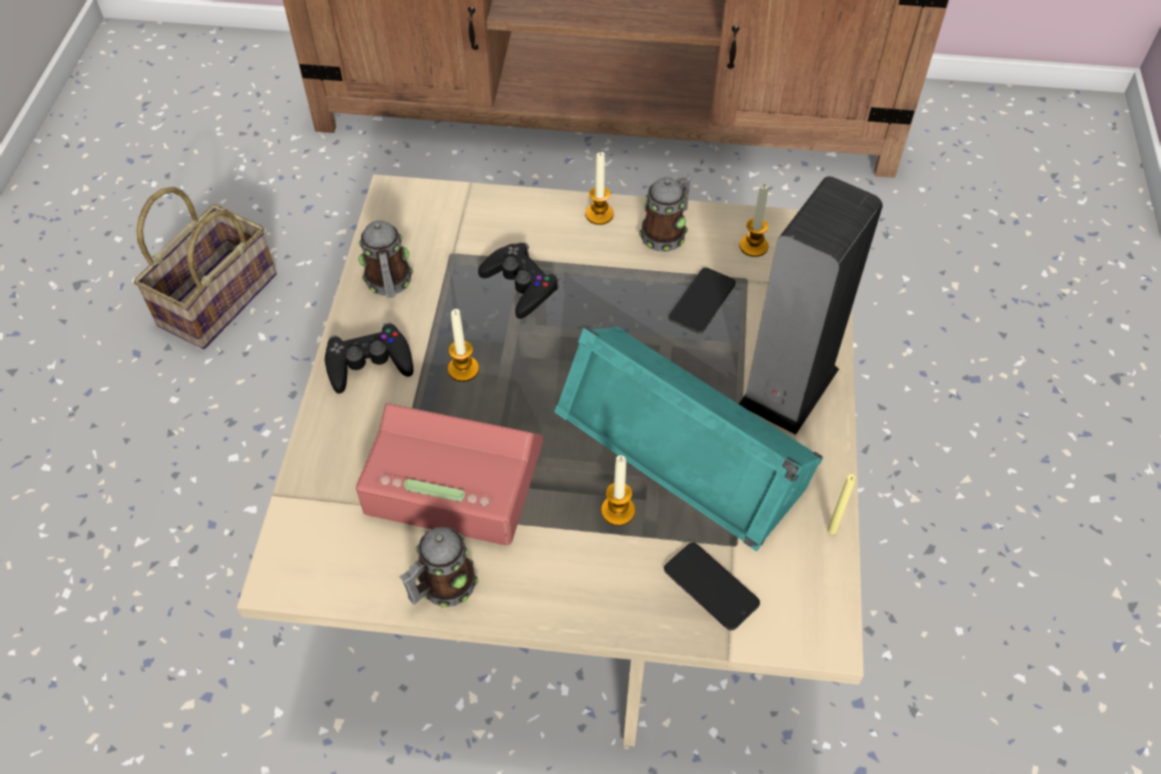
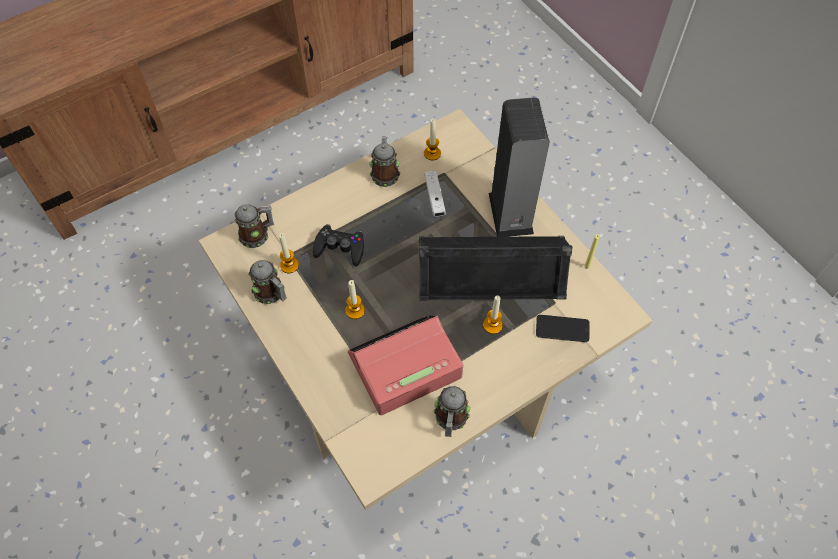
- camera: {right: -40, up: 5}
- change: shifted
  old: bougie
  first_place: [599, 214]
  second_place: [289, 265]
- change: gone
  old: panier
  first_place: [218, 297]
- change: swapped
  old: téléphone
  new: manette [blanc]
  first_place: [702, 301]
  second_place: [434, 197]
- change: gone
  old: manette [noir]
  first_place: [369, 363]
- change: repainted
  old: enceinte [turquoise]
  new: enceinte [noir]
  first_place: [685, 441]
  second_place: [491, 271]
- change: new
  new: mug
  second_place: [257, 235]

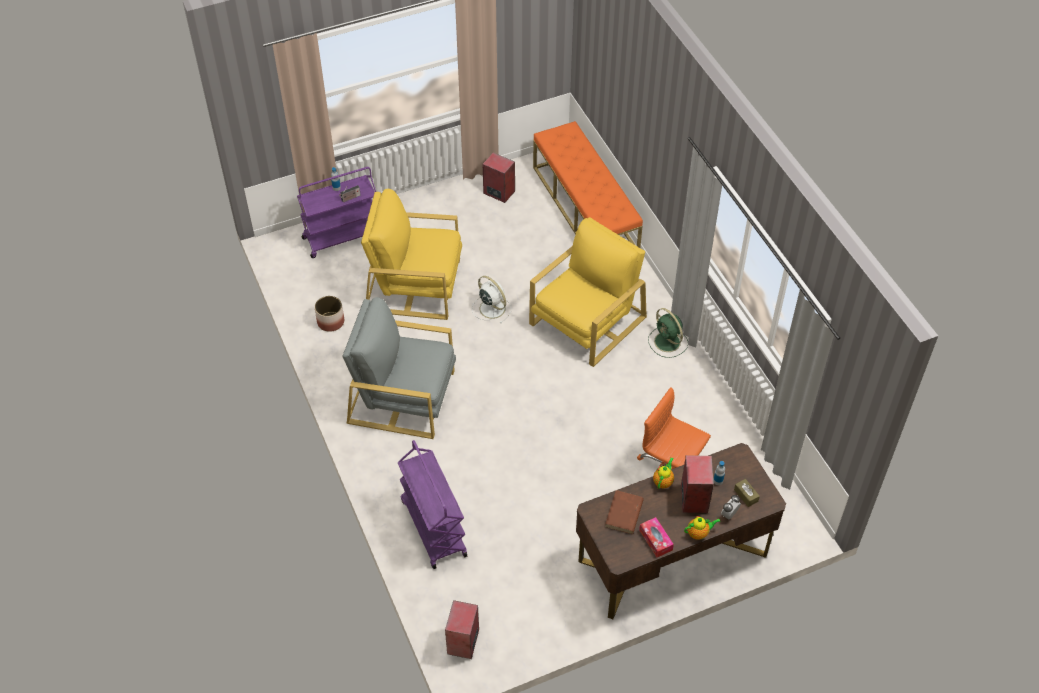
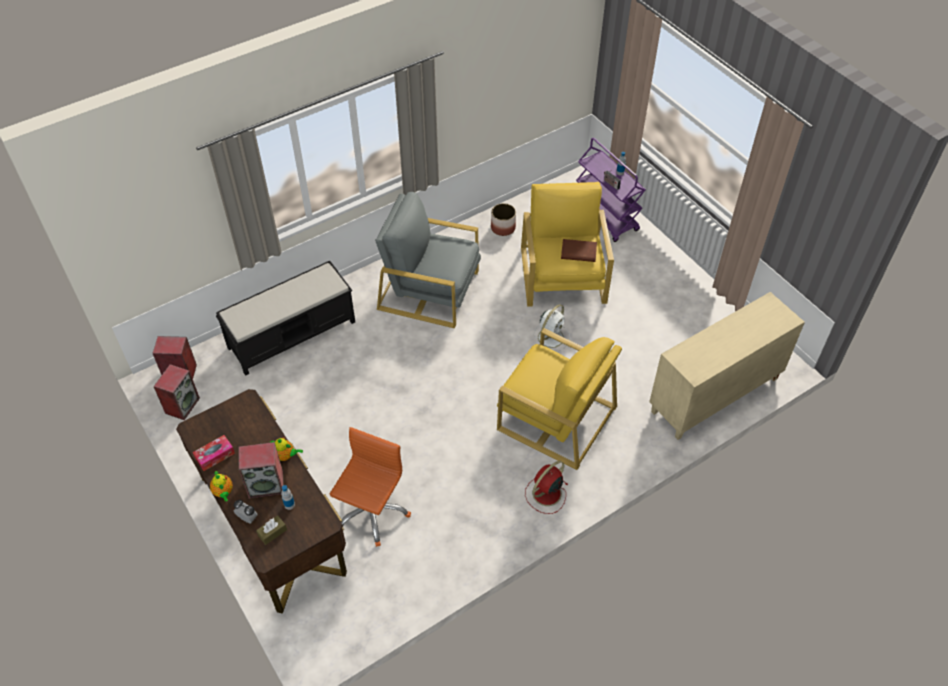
- camera: {right: 80, up: 0}
- change: swapped
  old: banc [orange]
  new: meuble de rangement [beige]
  first_place: [585, 209]
  second_place: [714, 396]
- change: shifted
  old: enceinte
  first_place: [498, 192]
  second_place: [182, 405]
- change: rotated
  old: fauteuil [gris]
  first_place: [403, 397]
  second_place: [429, 290]
  degrees: -75
- change: repainted
  old: ventilateur [vert]
  new: ventilateur [rouge]
  first_place: [668, 342]
  second_place: [545, 494]
- change: swapped
  old: chariot [violet]
  new: banc [noir]
  first_place: [433, 527]
  second_place: [293, 334]
- change: shifted
  old: livre [marron]
  first_place: [624, 514]
  second_place: [578, 252]

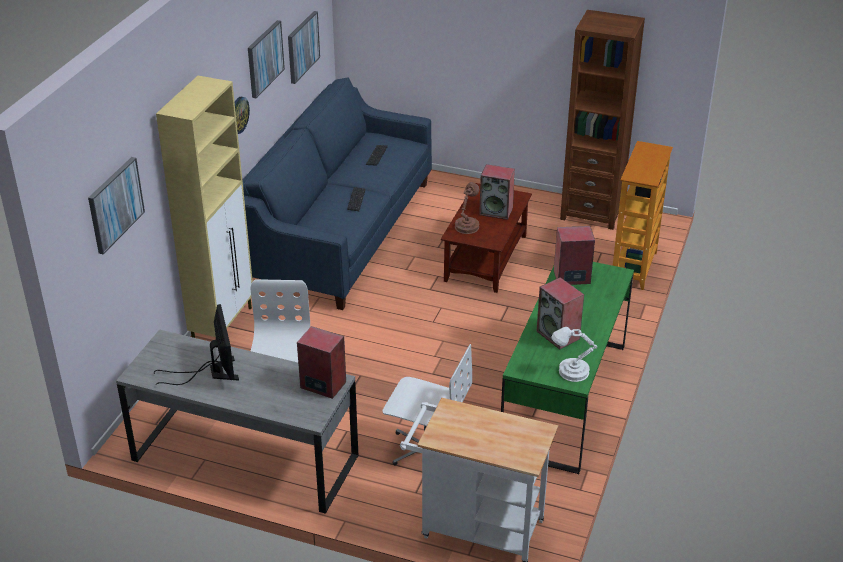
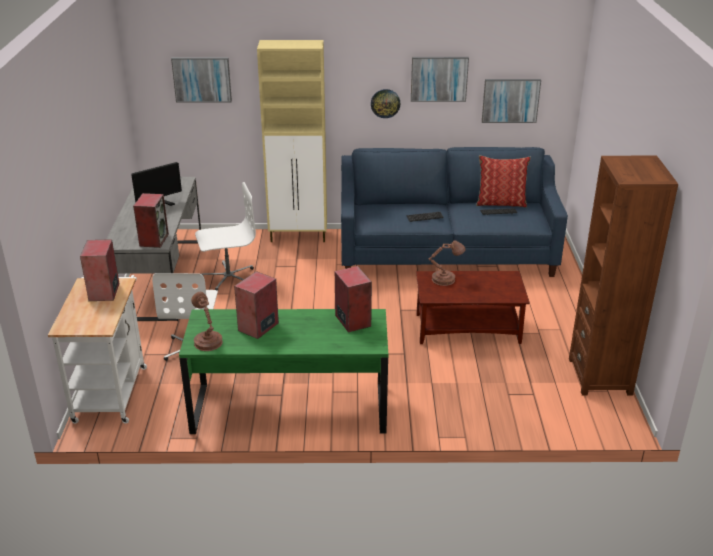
- camera: {right: 70, up: -5}
- change: gone
  old: bibliothèque
  first_place: [634, 268]
- change: shifted
  old: enceinte
  first_place: [496, 211]
  second_place: [104, 292]
- change: repainted
  old: lampe de table [blanc]
  new: lampe de table [marron]
  first_place: [571, 372]
  second_place: [207, 341]
- change: new
  new: coussin
  second_place: [501, 203]

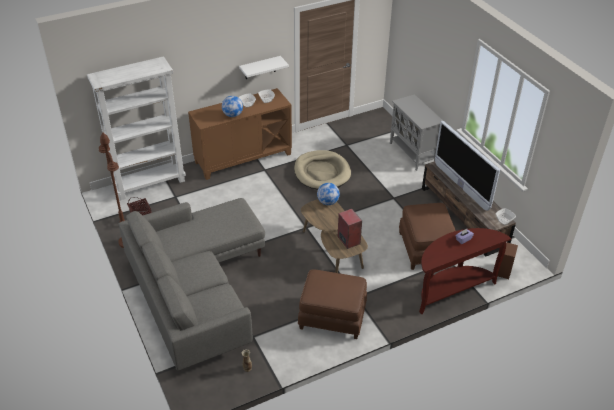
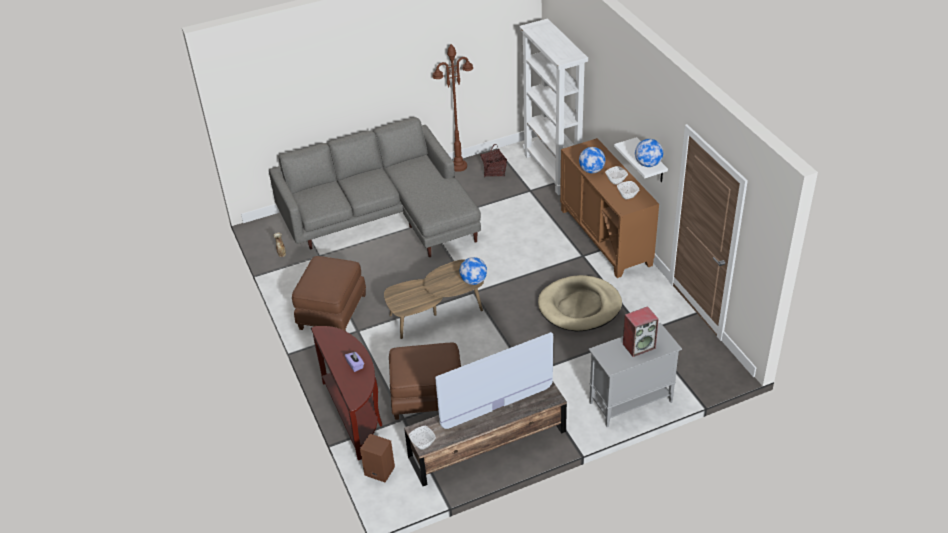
- camera: {right: 95, up: 0}
- change: shifted
  old: enceinte
  first_place: [348, 240]
  second_place: [639, 346]
- change: new
  new: globe
  second_place: [648, 164]

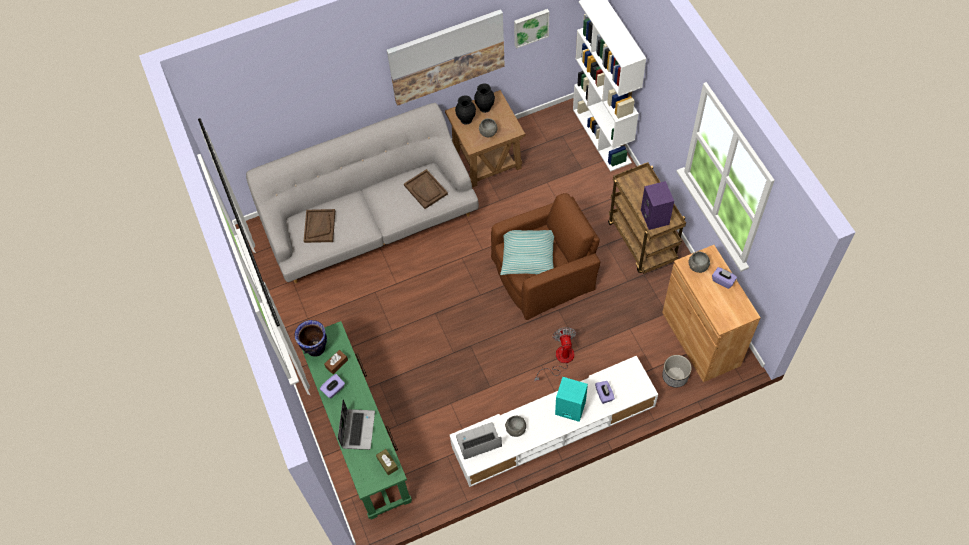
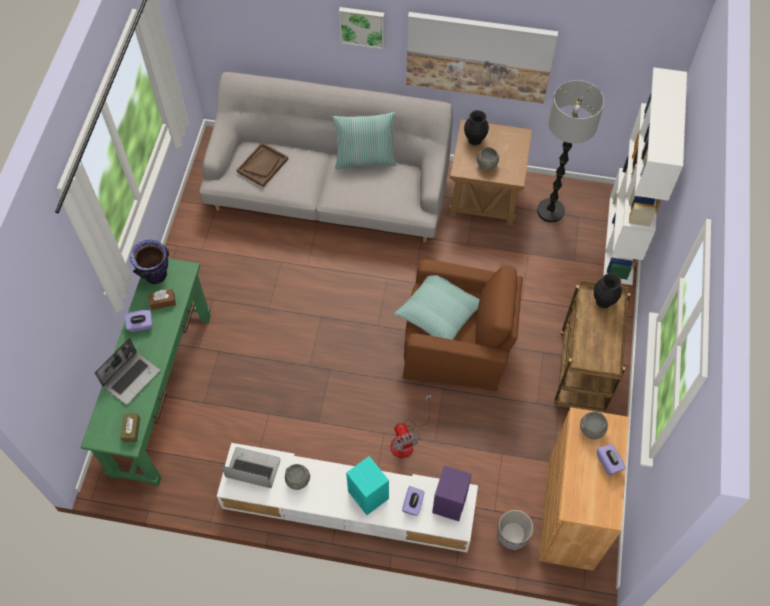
- camera: {right: 30, up: 0}
- change: shifted
  old: tableau
  first_place: [530, 27]
  second_place: [362, 26]
- change: shifted
  old: vase [noir]
  first_place: [485, 107]
  second_place: [604, 301]
- change: gone
  old: plateau [marron]
  first_place: [426, 190]
- change: shifted
  old: enceinte [violet]
  first_place: [655, 217]
  second_place: [450, 503]
- change: rotated
  old: ventilateur
  first_place: [559, 359]
  second_place: [406, 440]
  degrees: 135
- change: new
  new: lampadaire
  second_place: [550, 211]
- change: new
  new: coussin
  second_place: [365, 159]

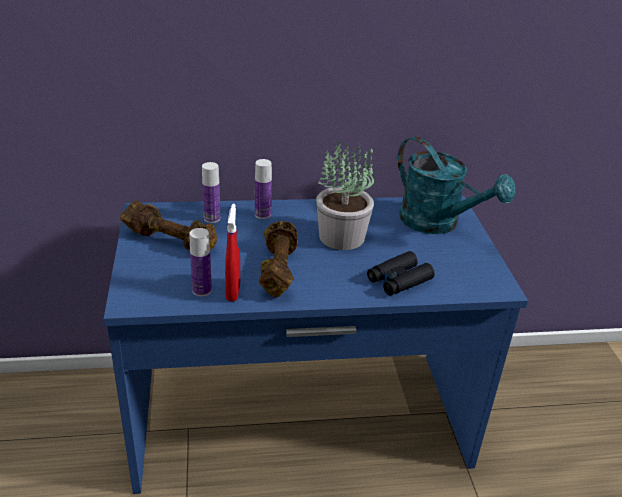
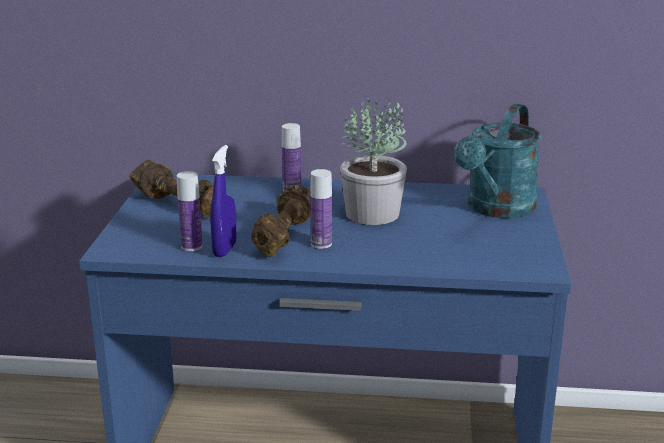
- camera: {right: 15, up: -10}
- change: rotated
  old: arrosoir [turquoise]
  first_place: [438, 223]
  second_place: [496, 209]
  degrees: 60
- change: shifted
  old: bouteille
  first_place: [212, 218]
  second_place: [321, 244]
- change: repainted
  old: vaporisateur [rouge]
  new: vaporisateur [bleu]
  first_place: [233, 291]
  second_place: [225, 249]
- change: gone
  old: jumelles [noir]
  first_place: [399, 280]

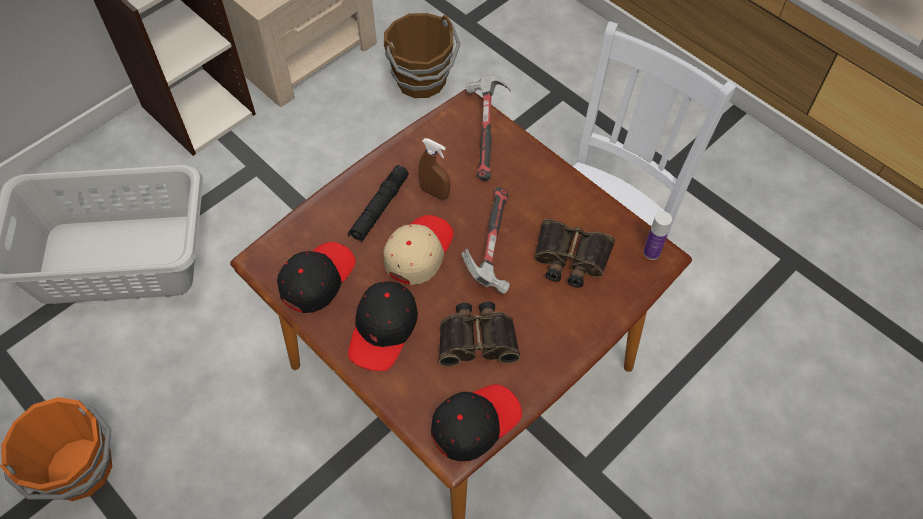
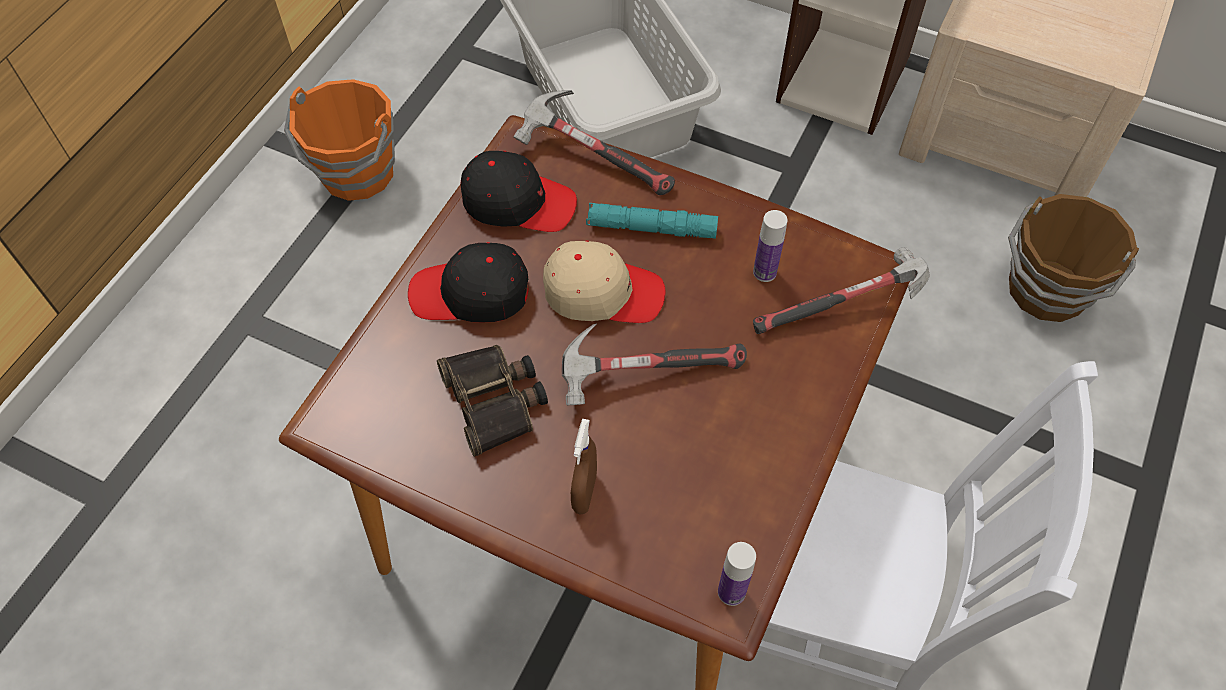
- camera: {right: 70, up: 0}
- change: shifted
  old: vaporisateur [marron]
  first_place: [435, 192]
  second_place: [584, 493]
- change: repainted
  old: lampe de poche [noir]
  new: lampe de poche [turquoise]
  first_place: [379, 208]
  second_place: [651, 228]
- change: gone
  old: jumelles
  first_place: [570, 259]
- change: gone
  old: casquette [noir]
  first_place: [475, 423]
- change: new
  new: marteau
  second_place: [593, 159]
- change: new
  new: bouteille
  second_place: [764, 272]

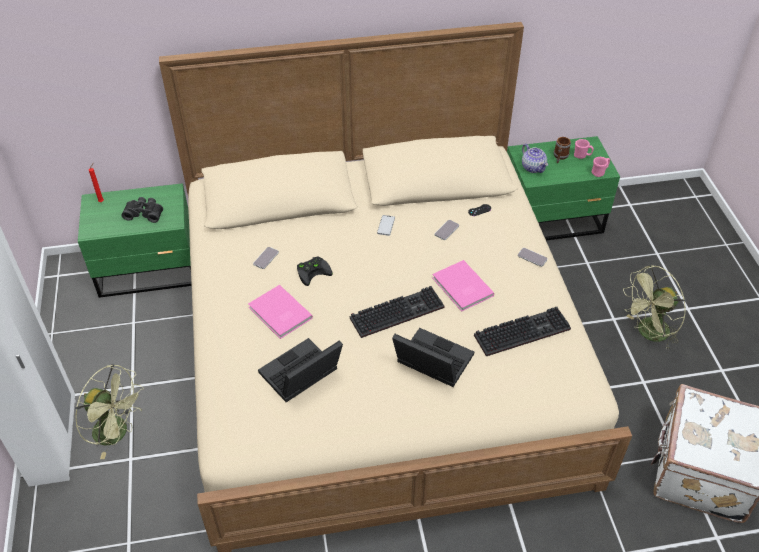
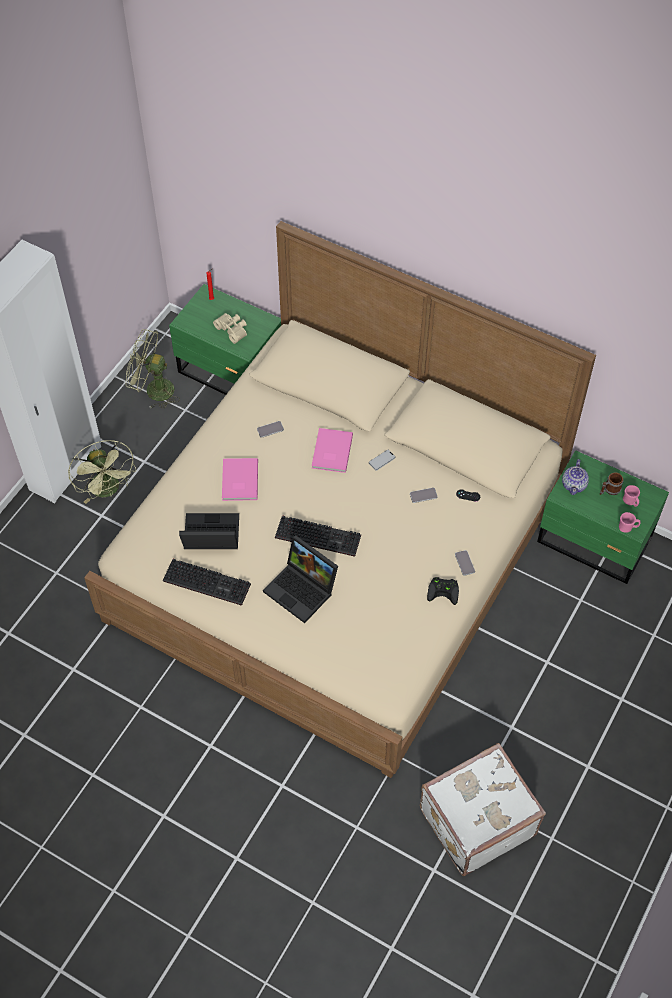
- camera: {right: 40, up: 10}
- change: repainted
  old: jumelles [noir]
  new: jumelles [beige]
  first_place: [144, 213]
  second_place: [233, 329]
- change: shifted
  old: manette [noir]
  first_place: [313, 271]
  second_place: [444, 591]
- change: shifted
  old: livre [rose]
  first_place: [461, 288]
  second_place: [330, 452]
- change: shifted
  old: ventilateur [vert]
  first_place: [648, 333]
  second_place: [153, 390]
- change: shifted
  old: clavier
  first_place: [522, 331]
  second_place: [208, 582]
- change: rotated
  old: ordinateur portable
  first_place: [430, 362]
  second_place: [303, 590]
  degrees: 150

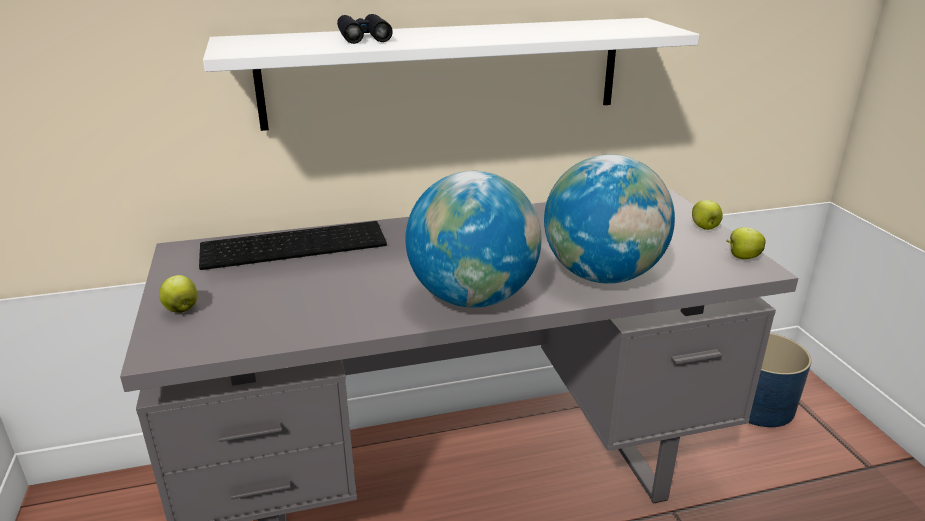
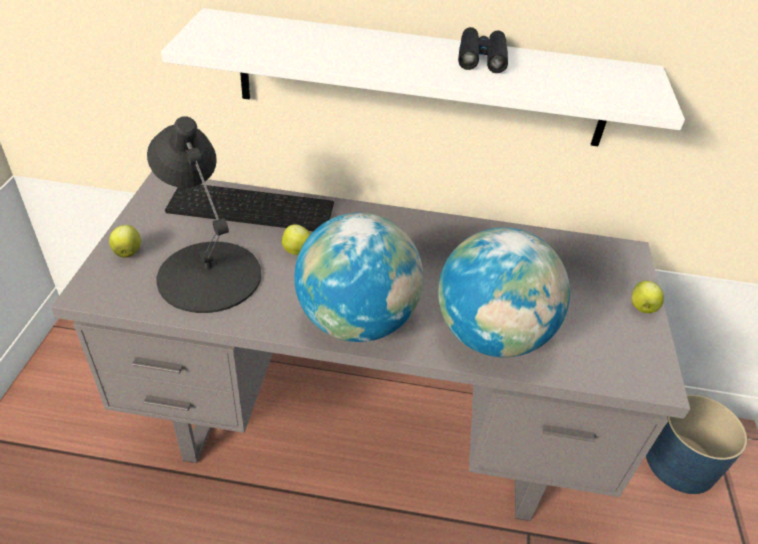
- camera: {right: 20, up: 15}
- change: shifted
  old: jumelles [noir]
  first_place: [363, 37]
  second_place: [481, 58]
- change: shifted
  old: pomme
  first_place: [742, 257]
  second_place: [296, 251]
- change: new
  new: lampe de table [noir]
  second_place: [210, 274]

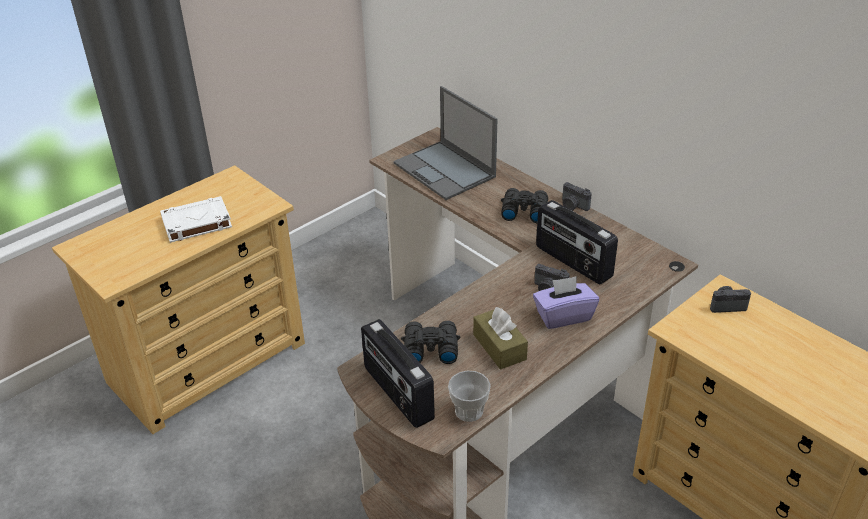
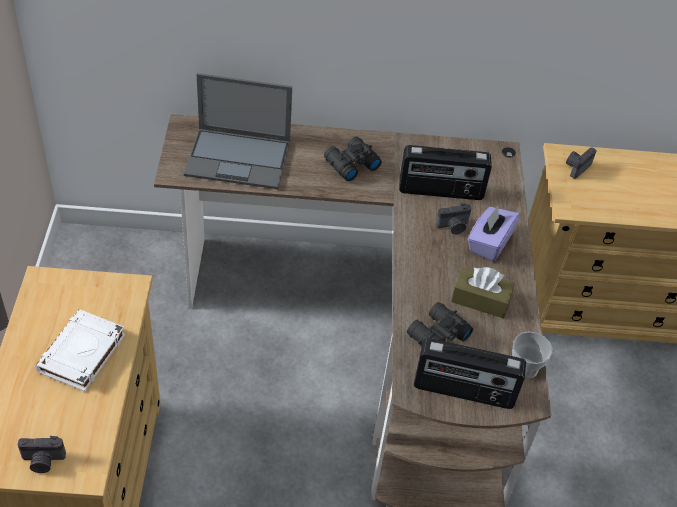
- camera: {right: -50, up: 10}
- change: shifted
  old: appareil photo
  first_place: [573, 206]
  second_place: [43, 461]

